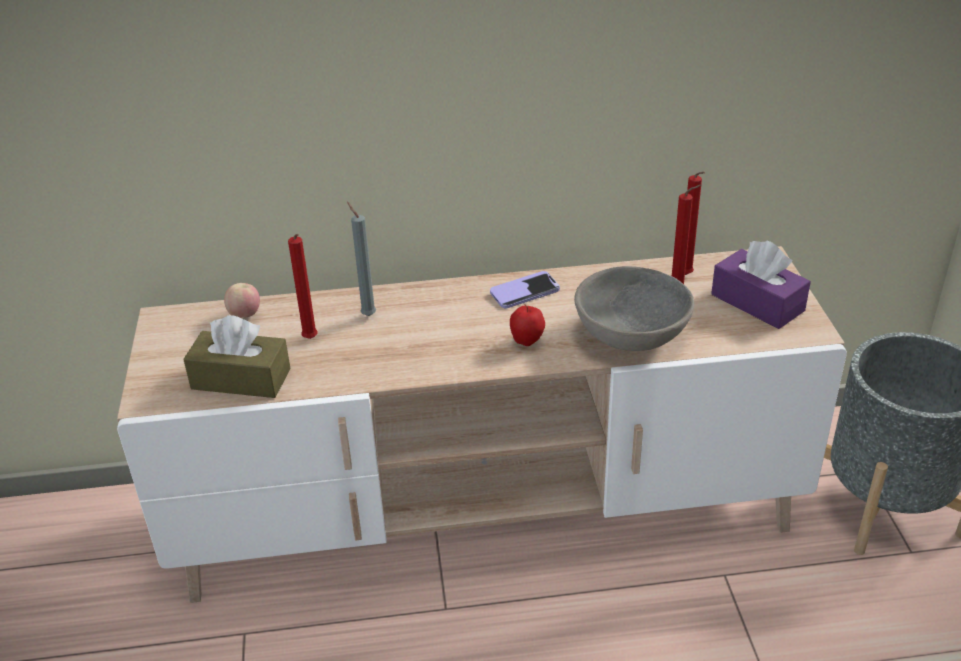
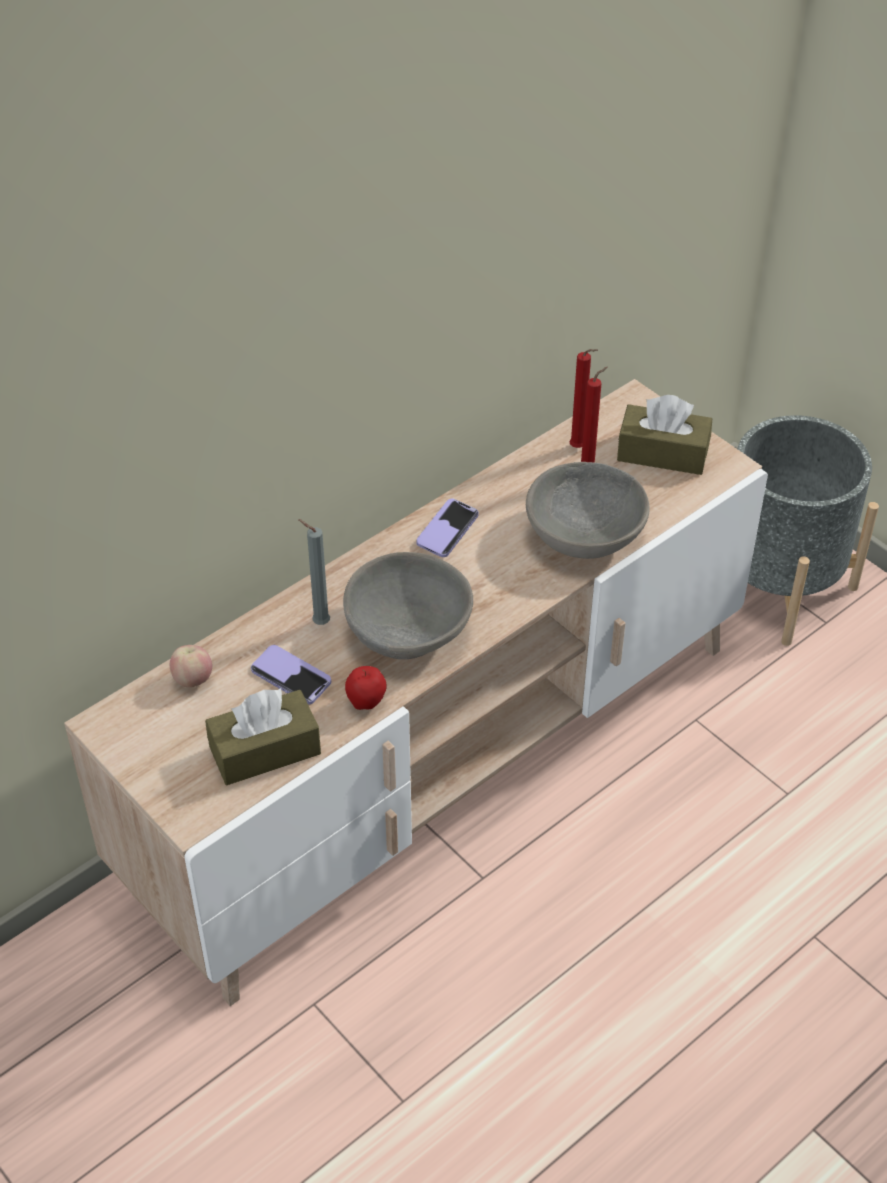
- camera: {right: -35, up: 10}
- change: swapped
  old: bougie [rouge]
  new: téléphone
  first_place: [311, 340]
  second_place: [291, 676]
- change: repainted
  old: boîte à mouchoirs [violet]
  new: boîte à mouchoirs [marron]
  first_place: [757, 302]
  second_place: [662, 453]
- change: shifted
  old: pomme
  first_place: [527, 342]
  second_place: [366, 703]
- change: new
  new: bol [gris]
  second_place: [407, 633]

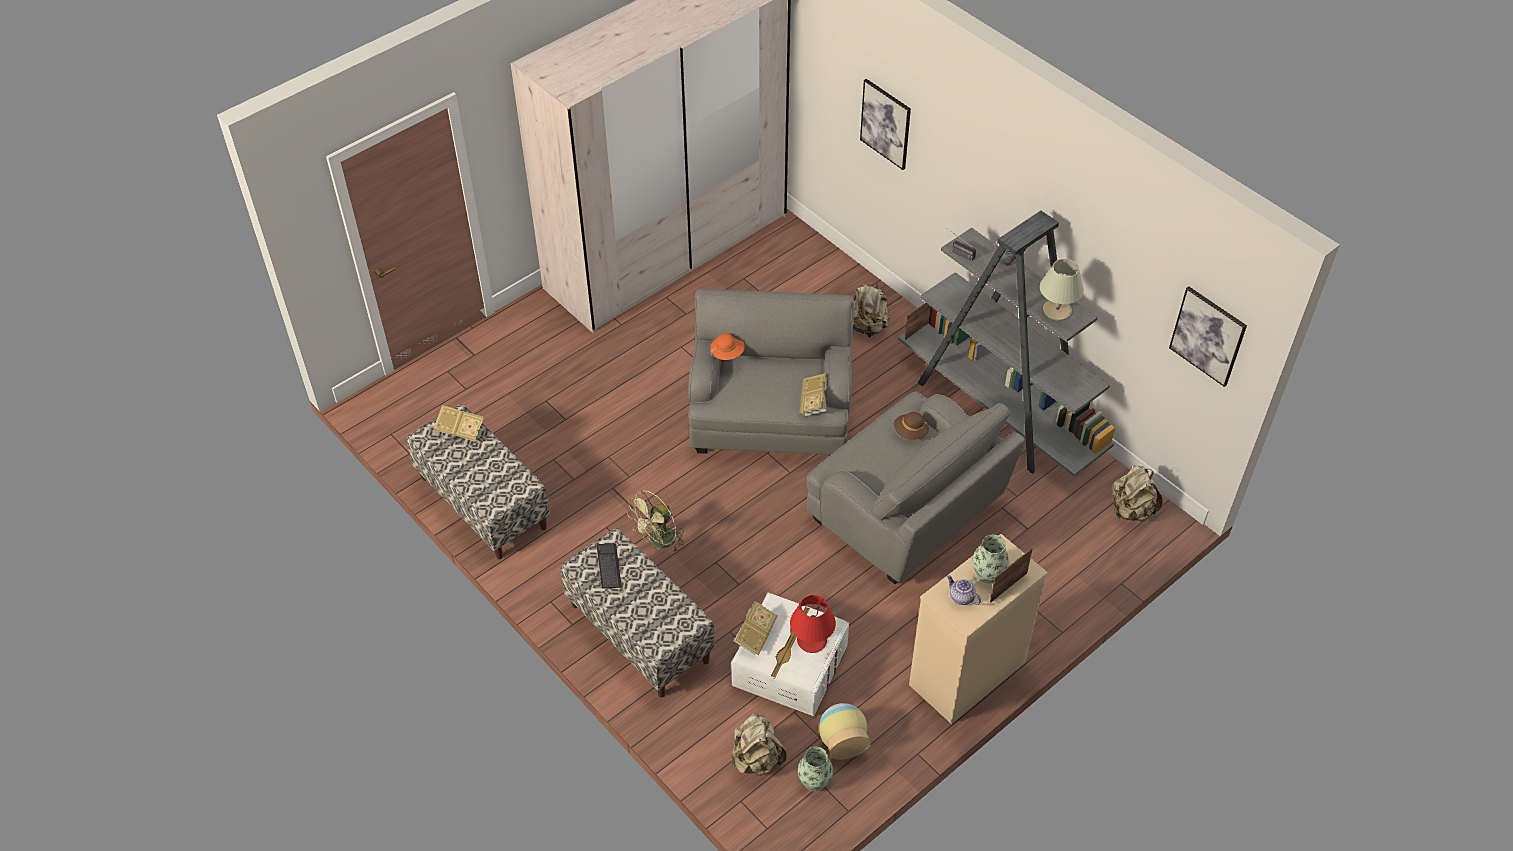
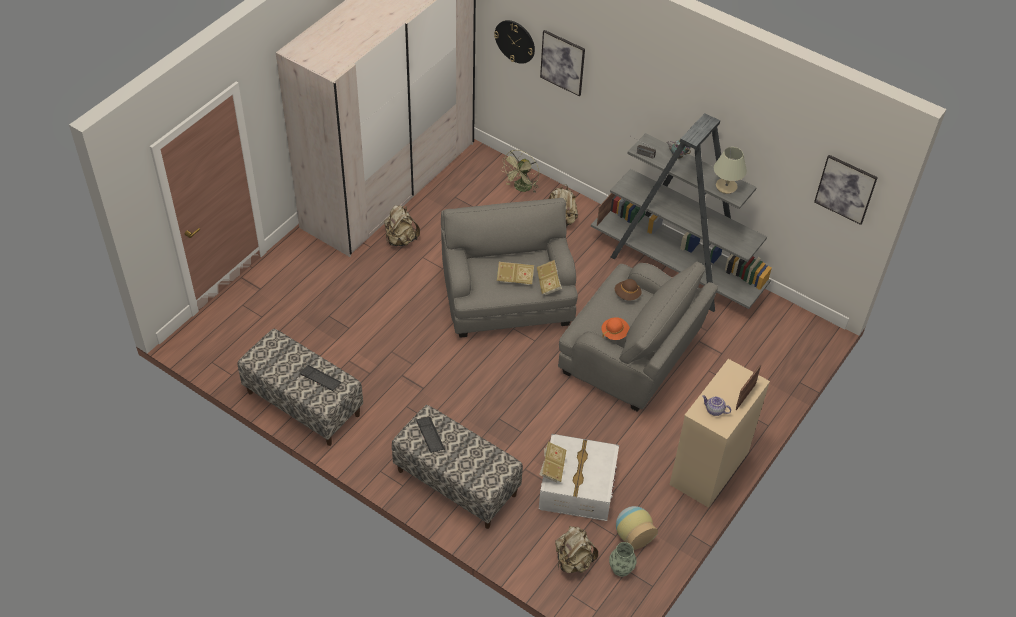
- camera: {right: -15, up: 0}
- change: shifted
  old: chapeau [orange]
  first_place: [727, 352]
  second_place: [614, 333]
- change: shifted
  old: livre
  first_place: [461, 431]
  second_place: [515, 279]
- change: shifted
  old: sac à dos [beige]
  first_place: [1131, 510]
  second_place: [400, 239]
- change: shifted
  old: ventilateur [vert]
  first_place: [658, 542]
  second_place: [521, 188]
- change: gone
  old: vase
  first_place: [988, 573]
- change: gone
  old: lampe de table [rouge]
  first_place: [811, 641]
- change: new
  new: horloge murale
  second_place: [515, 41]
- change: new
  new: clavier
  second_place: [320, 378]

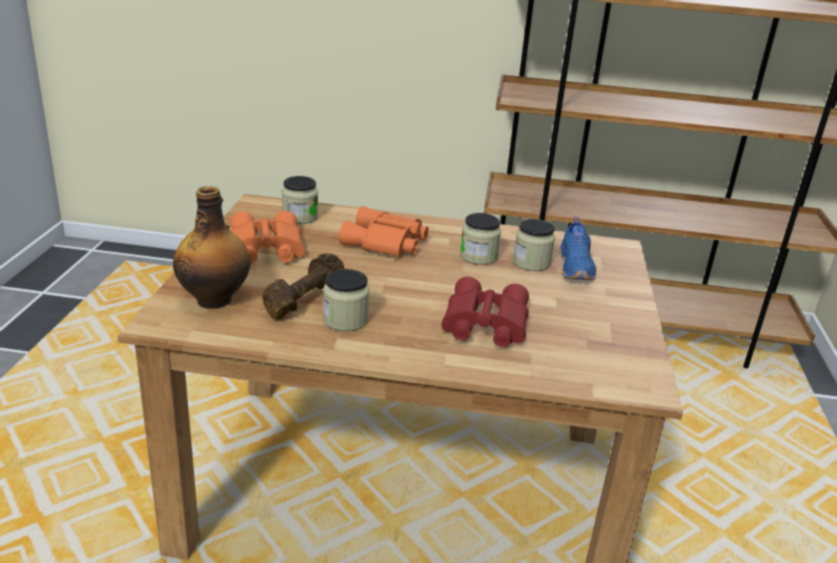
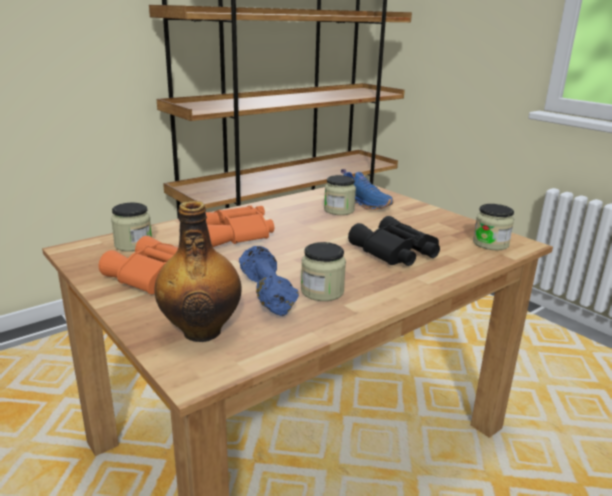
- camera: {right: -45, up: -5}
- change: shifted
  old: bocal
  first_place: [478, 256]
  second_place: [490, 244]
- change: repainted
  old: haltère [marron]
  new: haltère [bleu]
  first_place: [303, 299]
  second_place: [266, 294]
- change: repainted
  old: jumelles [rouge]
  new: jumelles [noir]
  first_place: [483, 324]
  second_place: [394, 252]

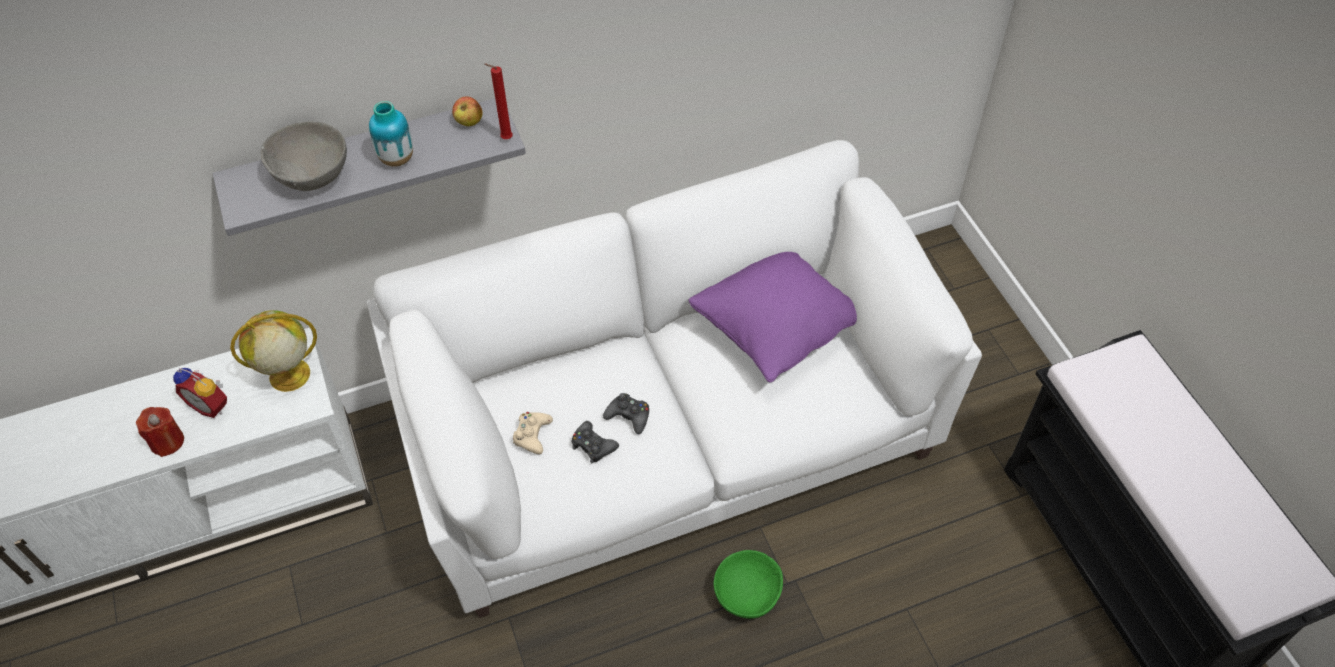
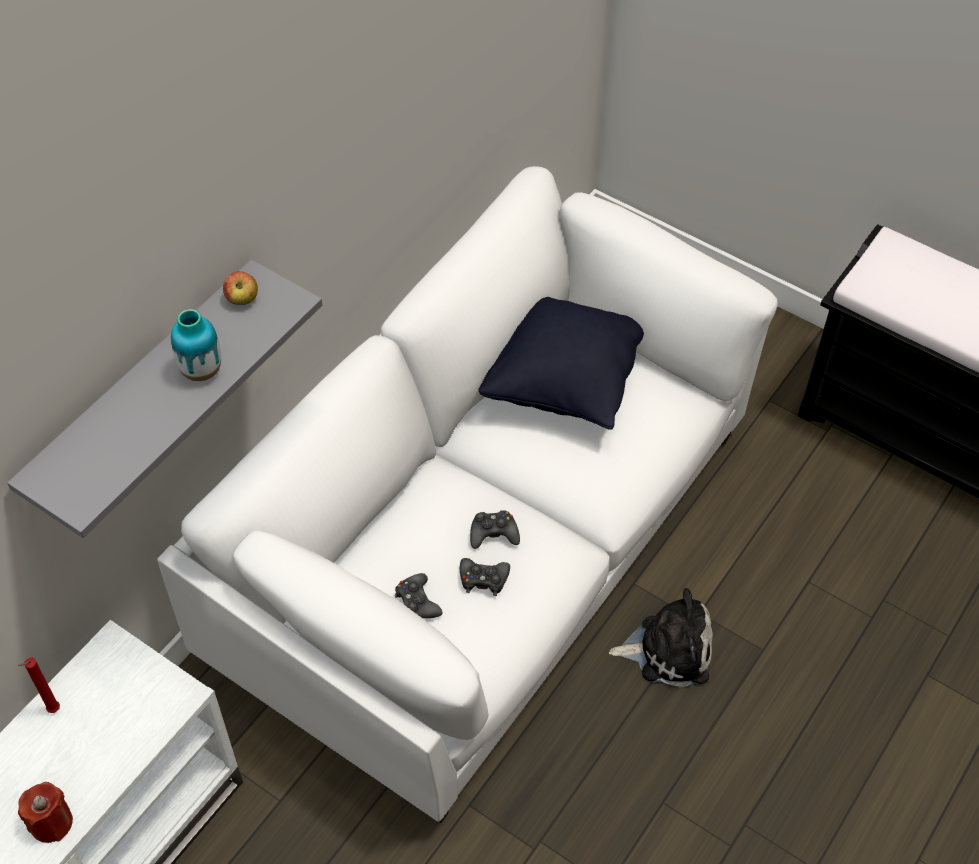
- camera: {right: -35, up: 0}
- change: shifted
  old: bougie [rouge]
  first_place: [504, 139]
  second_place: [52, 711]
- change: gone
  old: bol [gris]
  first_place: [313, 176]
- change: repainted
  old: coussin [violet]
  new: coussin [noir]
  first_place: [775, 329]
  second_place: [563, 382]
- change: gone
  old: globe
  first_place: [288, 375]
- change: gone
  old: réveil
  first_place: [211, 405]
- change: repainted
  old: manette [beige]
  new: manette [noir]
  first_place: [532, 435]
  second_place: [417, 602]
- change: swapped
  old: bol [vert]
  new: peluche
  first_place: [747, 594]
  second_place: [668, 649]

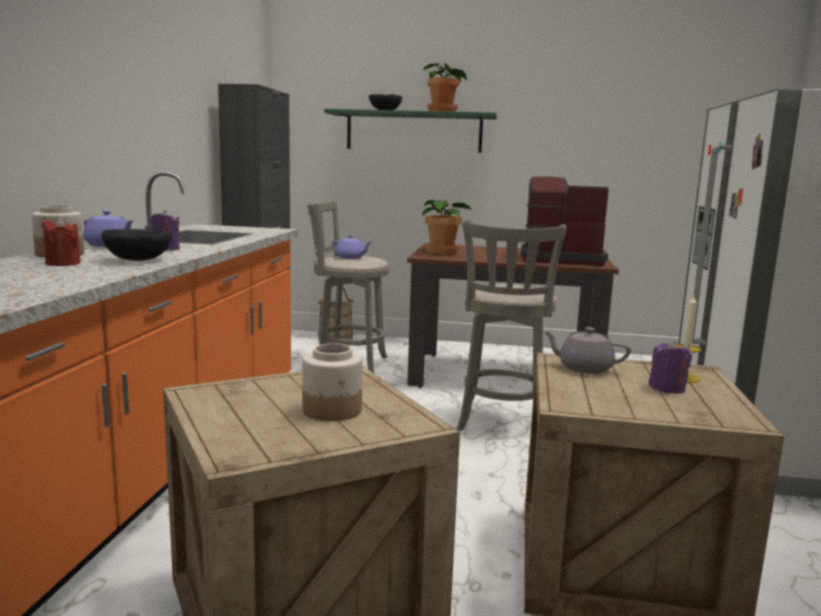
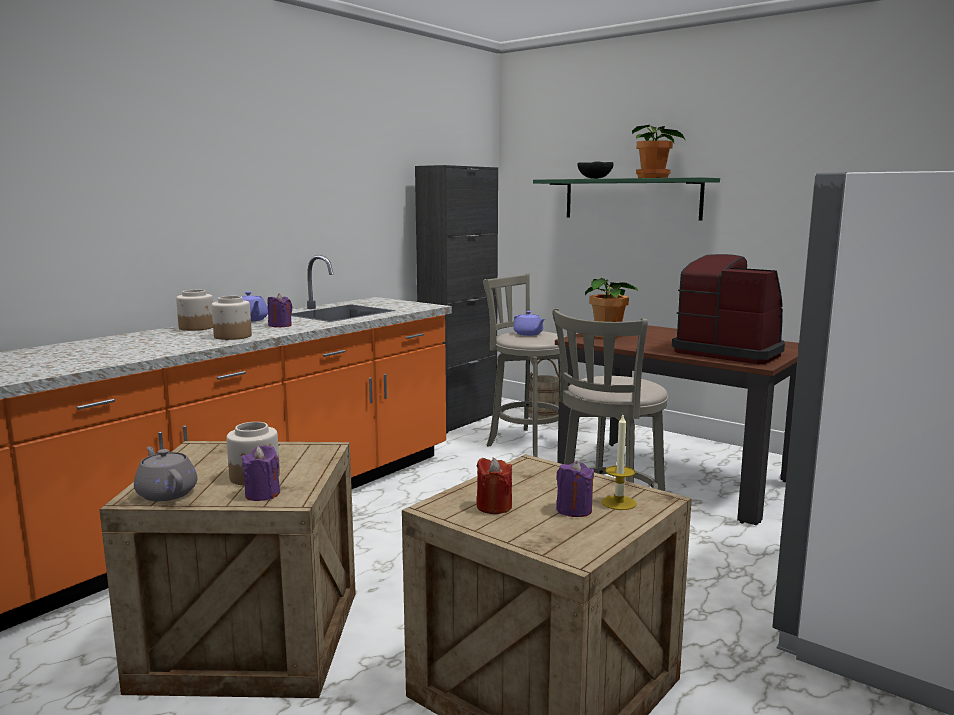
- camera: {right: 30, up: 0}
- change: shifted
  old: bougie [rouge]
  first_place: [63, 263]
  second_place: [494, 506]
- change: swapped
  old: bol [noir]
  new: bocal
  first_place: [138, 260]
  second_place: [232, 336]
- change: shifted
  old: théière [gris]
  first_place: [584, 368]
  second_place: [166, 493]
- change: new
  new: bougie [violet]
  second_place: [262, 494]

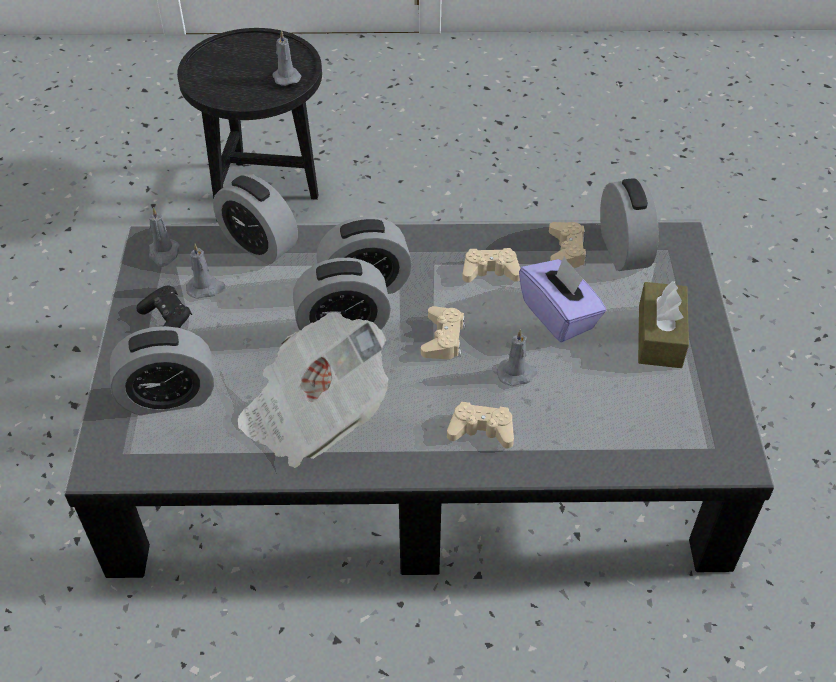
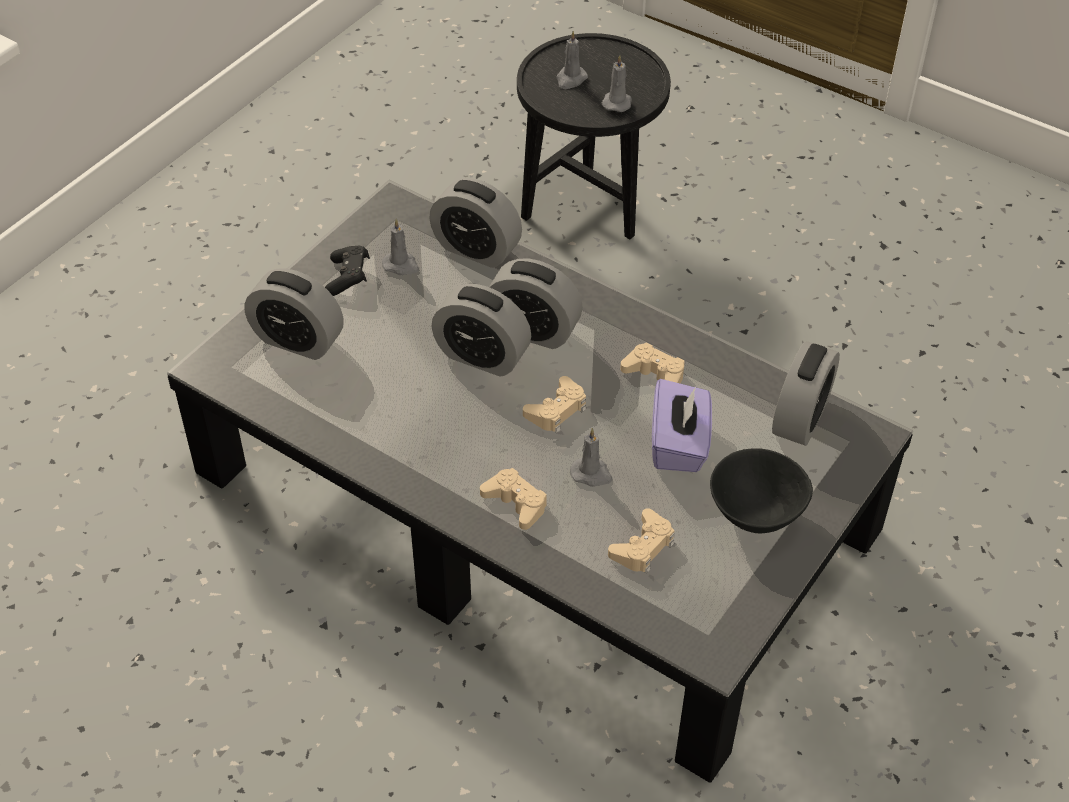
- camera: {right: 35, up: 0}
- change: rotated
  old: réveil
  first_place: [259, 245]
  second_place: [476, 249]
  degrees: -45
- change: shifted
  old: bougie [gris]
  first_place: [164, 254]
  second_place: [570, 79]
- change: shifted
  old: manette [beige]
  first_place: [566, 250]
  second_place: [643, 547]
- change: swapped
  old: boîte à mouchoirs [marron]
  new: bol [noir]
  first_place: [660, 336]
  second_place: [755, 512]
- change: gone
  old: journal
  first_place: [314, 413]

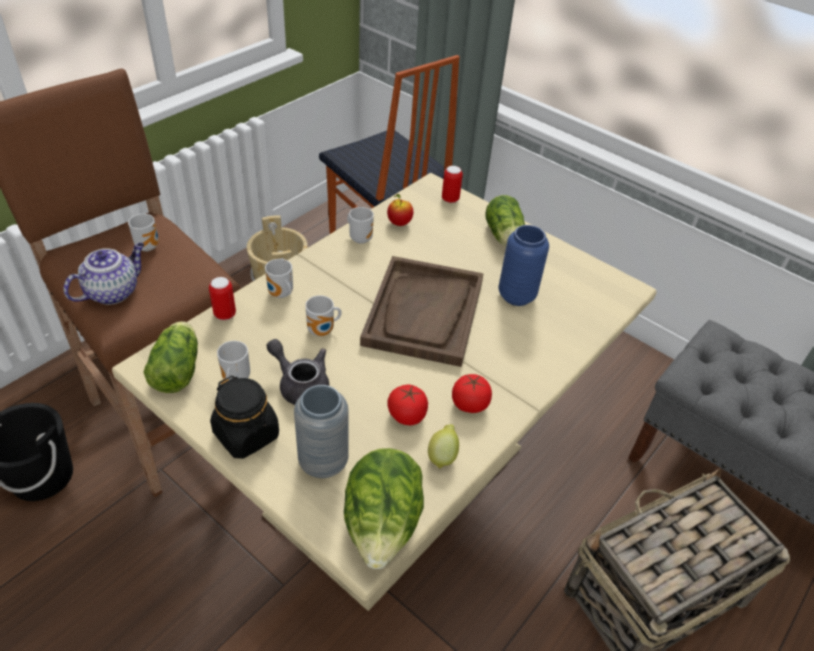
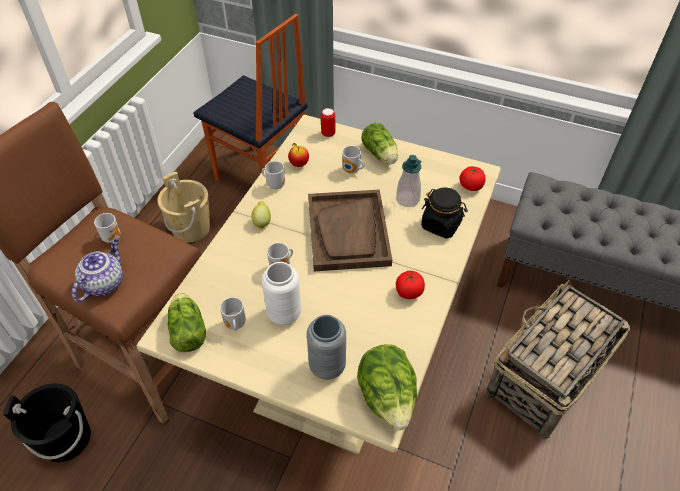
- camera: {right: -15, up: 5}
- change: swapped
  old: vase [bleu]
  new: distributeur de savon
  first_place: [516, 296]
  second_place: [407, 199]
- change: shifted
  old: mug
  first_place: [280, 295]
  second_place: [352, 171]
- change: gone
  old: boîte métallique
  first_place: [225, 314]
- change: swapped
  old: théière [gris]
  new: vase [blanc]
  first_place: [300, 384]
  second_place: [284, 314]
- change: shifted
  old: bocal [noir]
  first_place: [247, 435]
  second_place: [441, 225]
- change: shifted
  old: tomate
  first_place: [407, 415]
  second_place: [471, 186]
- change: shifted
  old: citron
  first_place: [442, 456]
  second_place: [262, 222]

